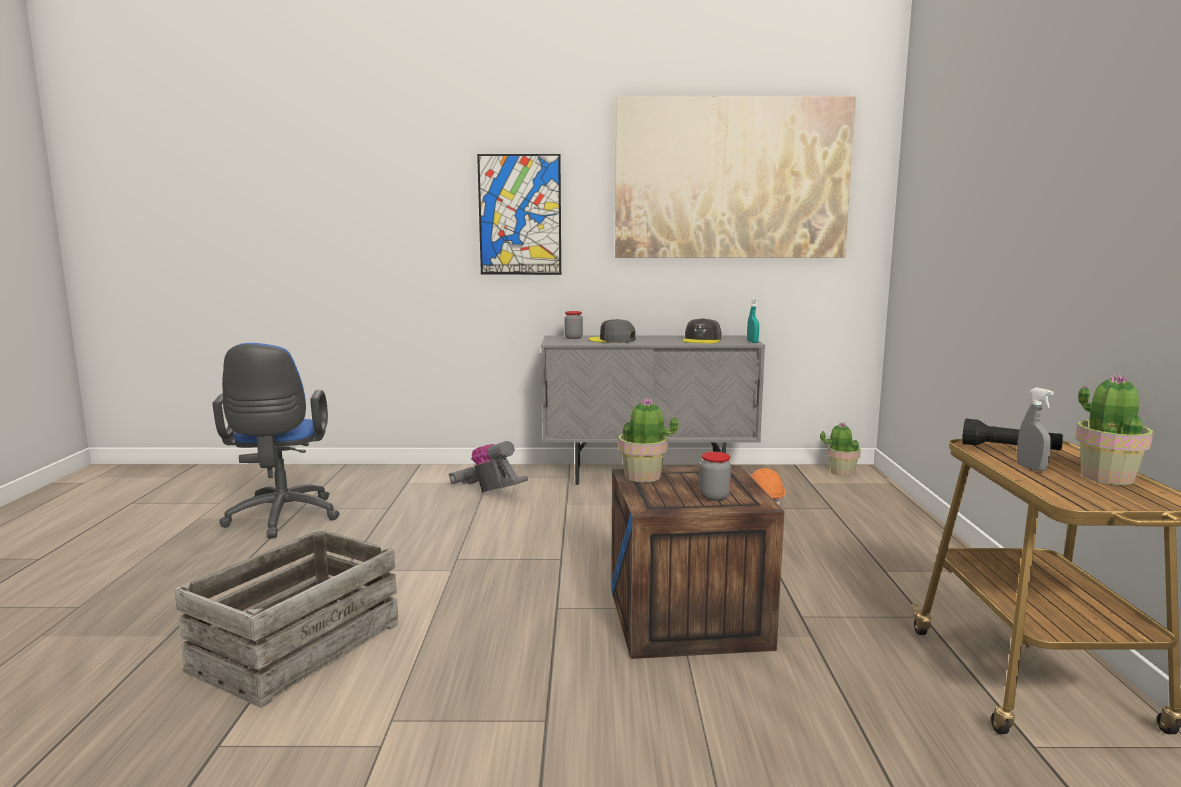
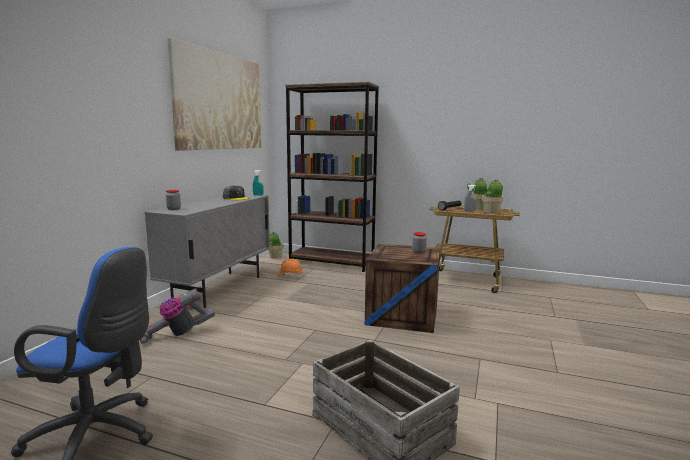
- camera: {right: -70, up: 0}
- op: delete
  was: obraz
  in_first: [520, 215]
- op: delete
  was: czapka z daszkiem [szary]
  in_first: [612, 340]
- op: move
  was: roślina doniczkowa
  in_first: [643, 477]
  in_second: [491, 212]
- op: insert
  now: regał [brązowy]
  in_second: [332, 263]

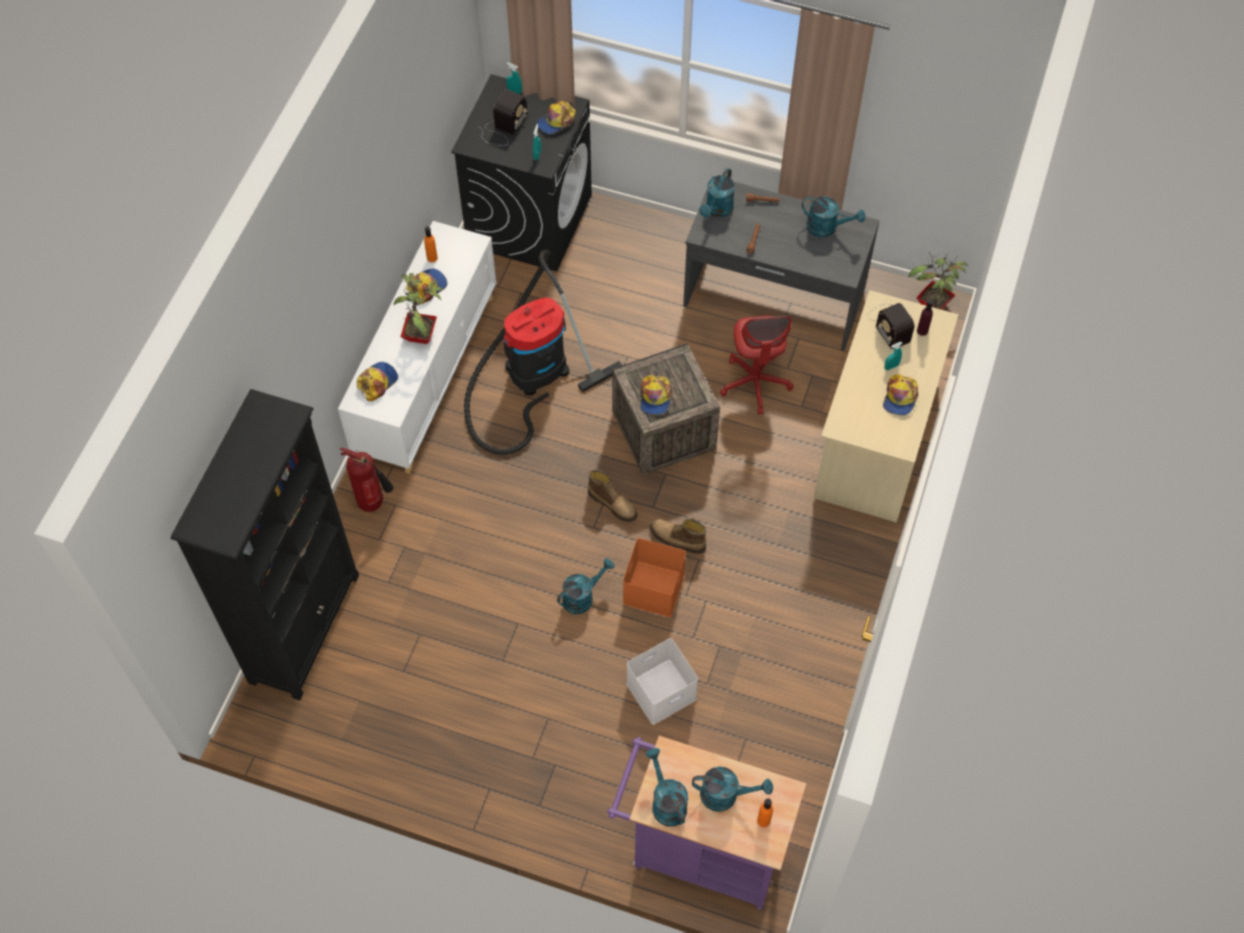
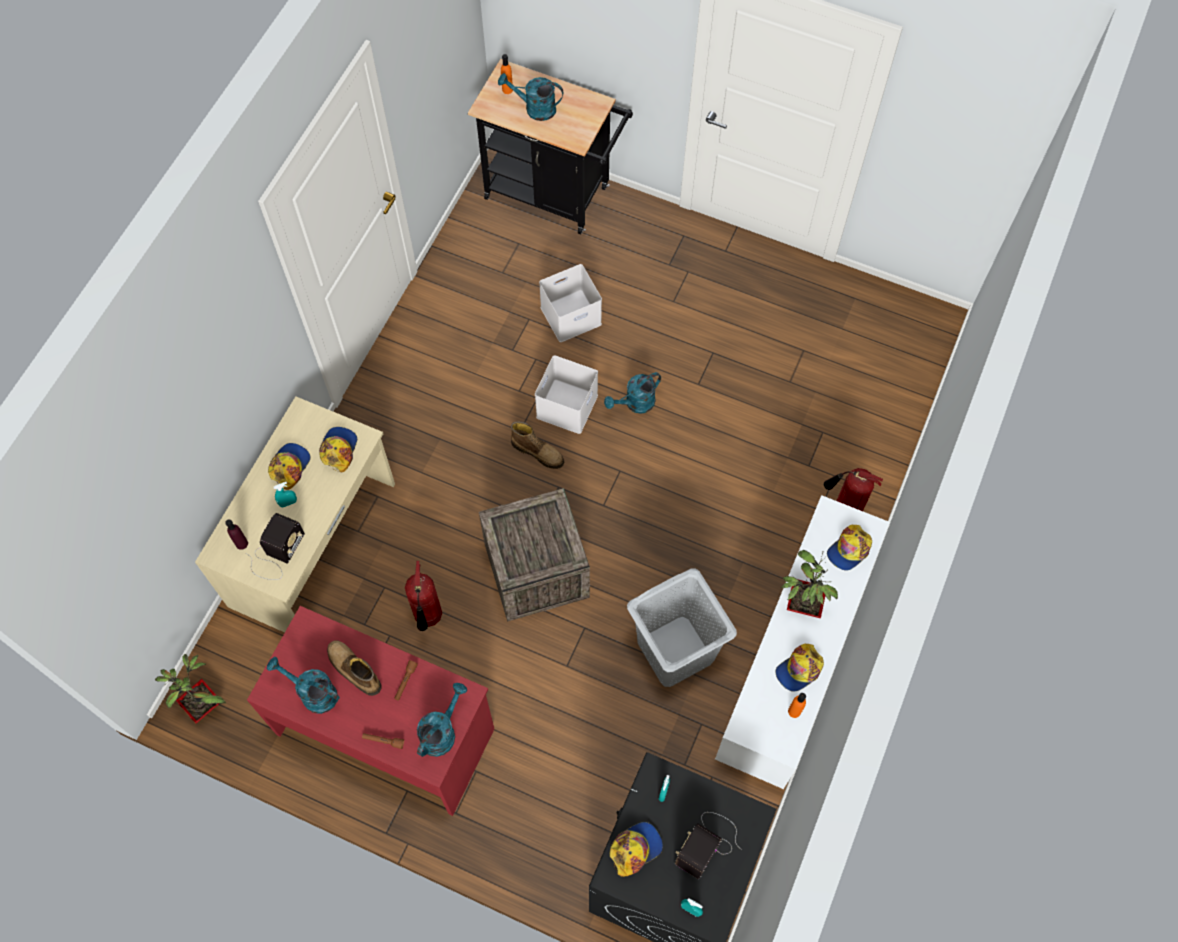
- camera: {right: -175, up: 5}
- op: delete
  was: regał [czarny]
  in_first: [305, 627]
- op: replace
  was: odkurzacz
  now: kosz na pranie [szary]
  in_first: [532, 374]
  in_second: [675, 651]
- op: move
  was: but z cholewką
  in_first: [613, 504]
  in_second: [353, 670]
- op: recolor
  was: wózek [fioletowy]
  now: wózek [czarny]
  in_first: [699, 850]
  in_second: [554, 194]
- op: recolor
  was: pojemnik do przechowywania [pomarańczowy]
  now: pojemnik do przechowywania [biały]
  in_first: [654, 590]
  in_second: [566, 405]
- op: move
  was: czapka z daszkiem
  in_first: [655, 397]
  in_second: [338, 450]
- op: delete
  was: konewka [turkusowy]
  in_first: [666, 801]
- op: recolor
  was: biurko [szary]
  now: biurko [czerwony]
  in_first: [773, 299]
  in_second: [386, 729]
- op: replace
  was: krzesło biurowe [czerwony]
  now: gaśnica
  in_first: [755, 383]
  in_second: [429, 619]
- op: rotate
  was: radio
  in_first: [889, 324]
  in_second: [276, 554]
  clockwise: 45

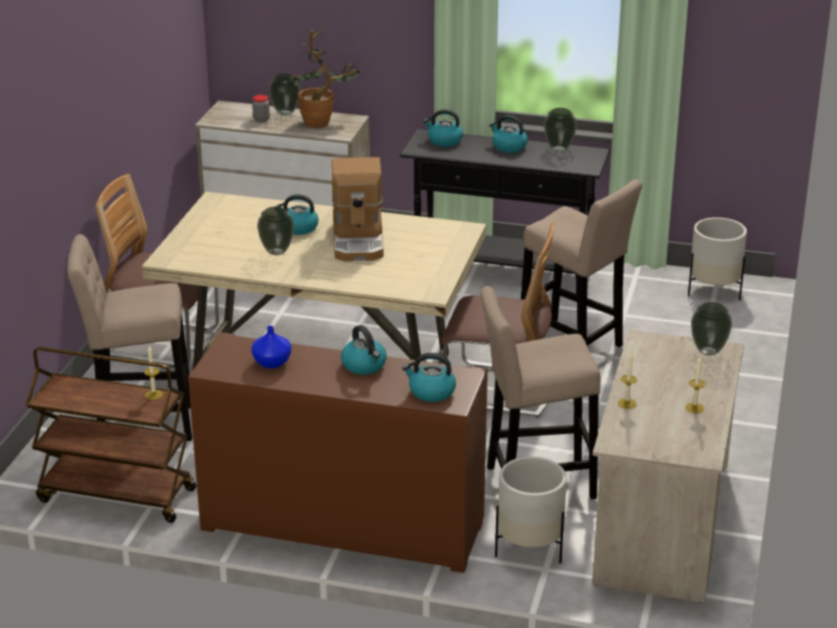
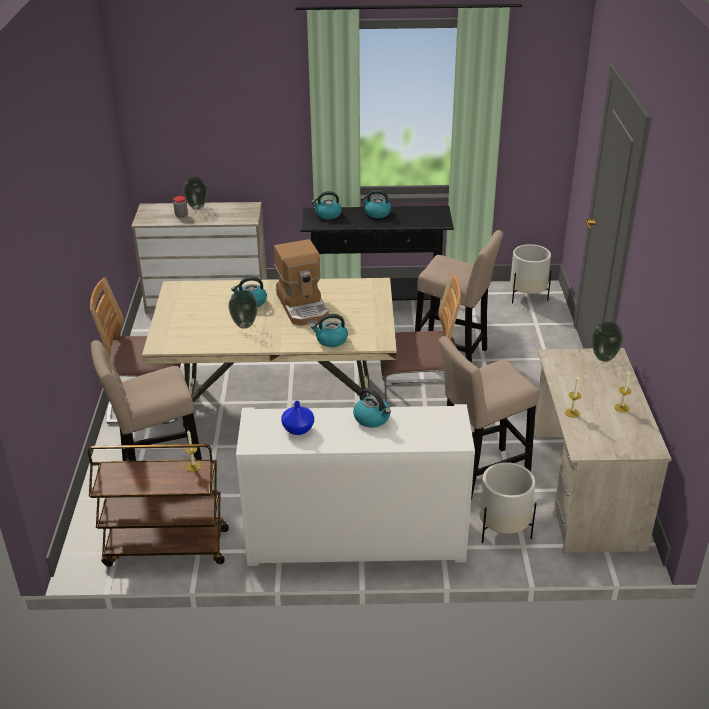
- camera: {right: -15, up: 5}
- op: recolor
  was: szafka [brązowy]
  now: szafka [biały]
  in_first: [342, 525]
  in_second: [356, 538]
- op: delete
  was: roślina doniczkowa
  in_first: [323, 123]
- op: move
  was: czajnik
  in_first: [431, 392]
  in_second: [331, 340]
- op: delete
  was: wazon
  in_first: [559, 149]

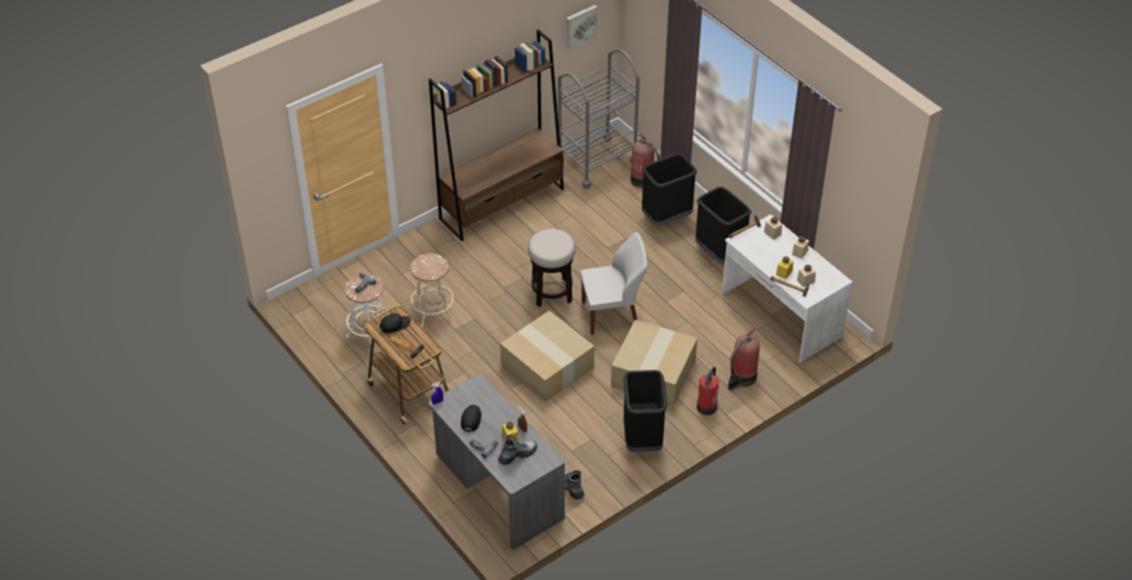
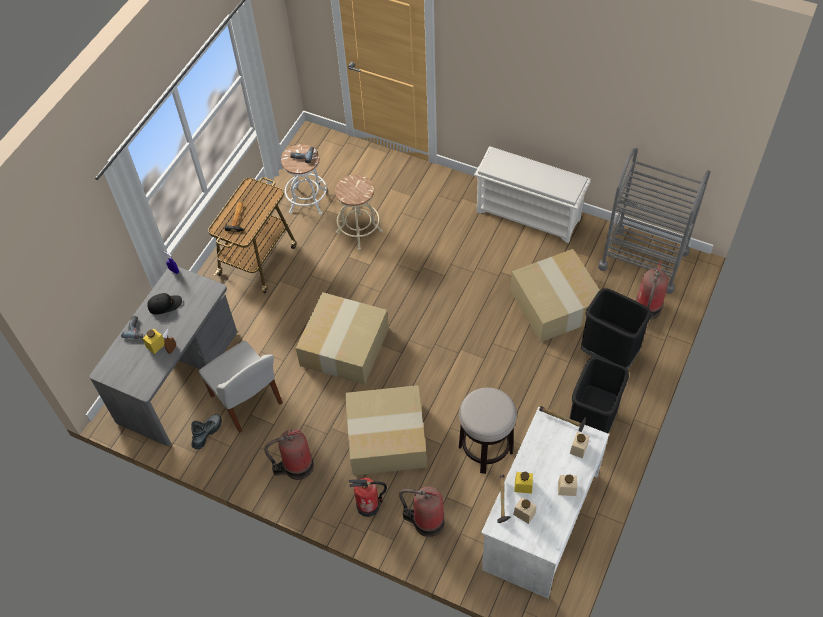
- camera: {right: 65, up: 10}
- op: delete
  was: czapka z daszkiem [czarny]
  in_first: [395, 325]
- op: replace
  was: regał [brązowy]
  now: regał na buty [biały]
  in_first: [502, 203]
  in_second: [529, 215]
- op: delete
  was: but z cholewką
  in_first: [517, 455]
- op: move
  was: stołek
  in_first: [552, 292]
  in_second: [485, 448]
- op: delete
  was: obraz
  in_first: [580, 25]
- op: move
  was: krzesło [biały]
  in_first: [612, 315]
  in_second: [247, 401]
- op: replace
  was: kosz na śmieci [czarny]
  now: gaśnica
  in_first: [643, 439]
  in_second: [296, 467]
- op: insert
  now: karton
  in_second: [557, 304]

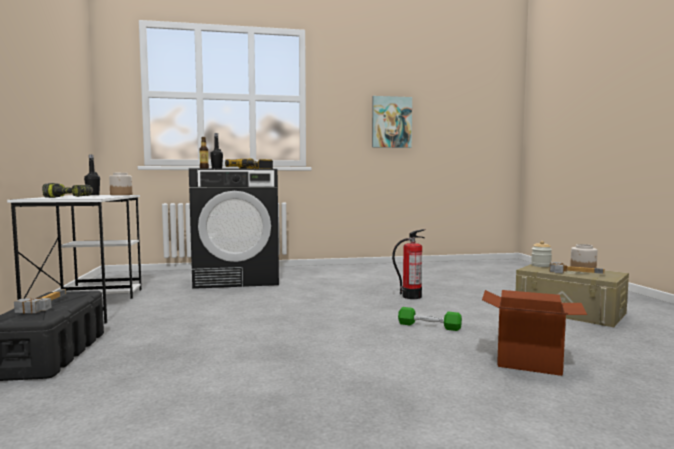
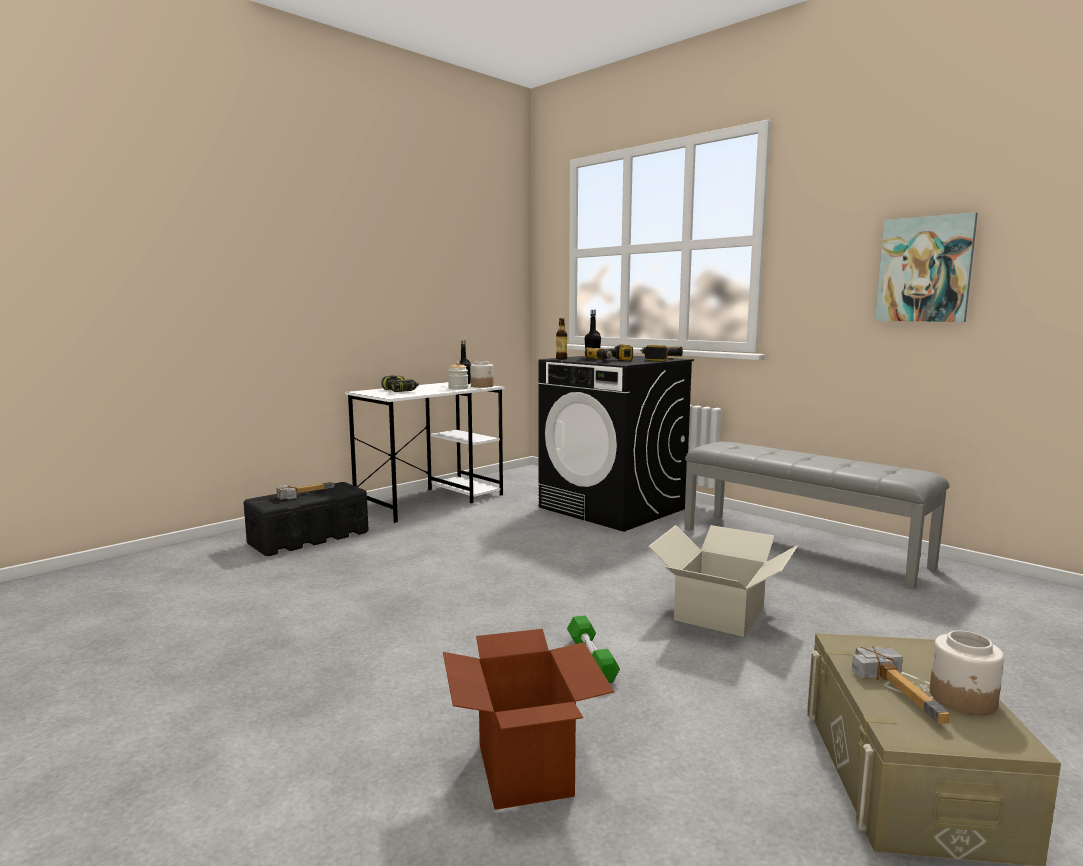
- camera: {right: 55, up: 5}
- op: replace
  was: gaśnica
  now: karton
  in_first: [411, 296]
  in_second: [720, 613]
- op: move
  was: słoik
  in_first: [541, 265]
  in_second: [458, 388]
- op: insert
  now: ławka [szary]
  in_second: [801, 547]

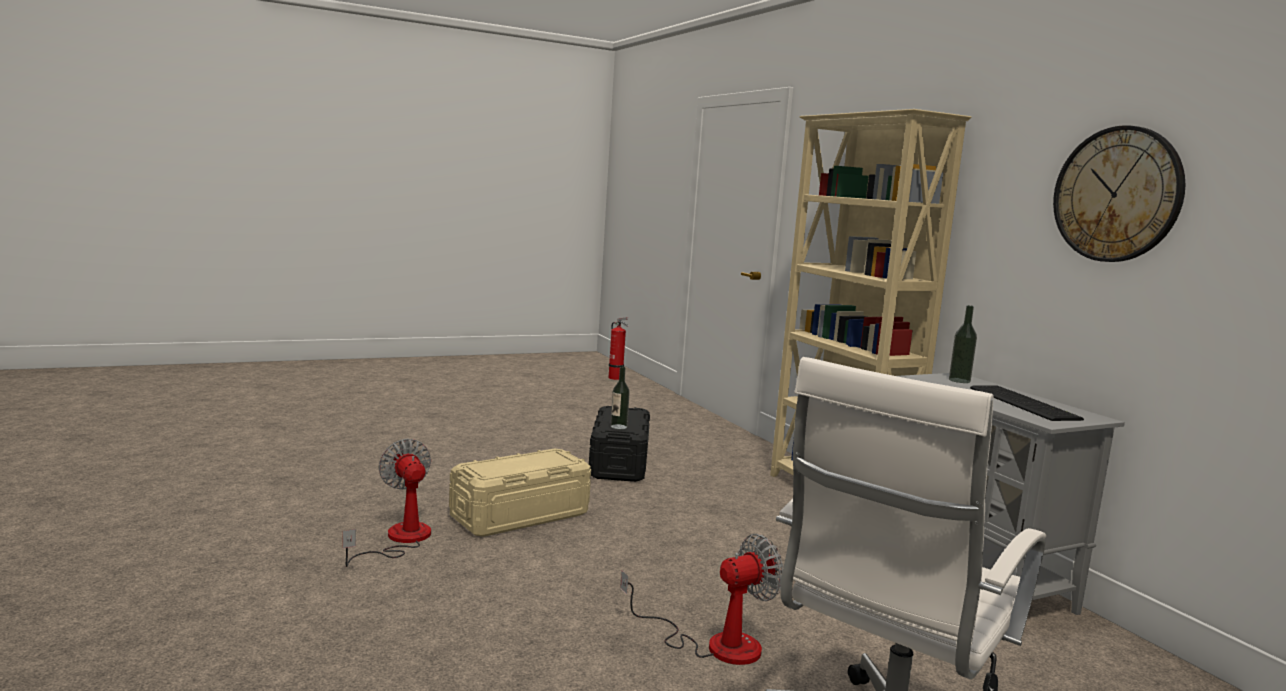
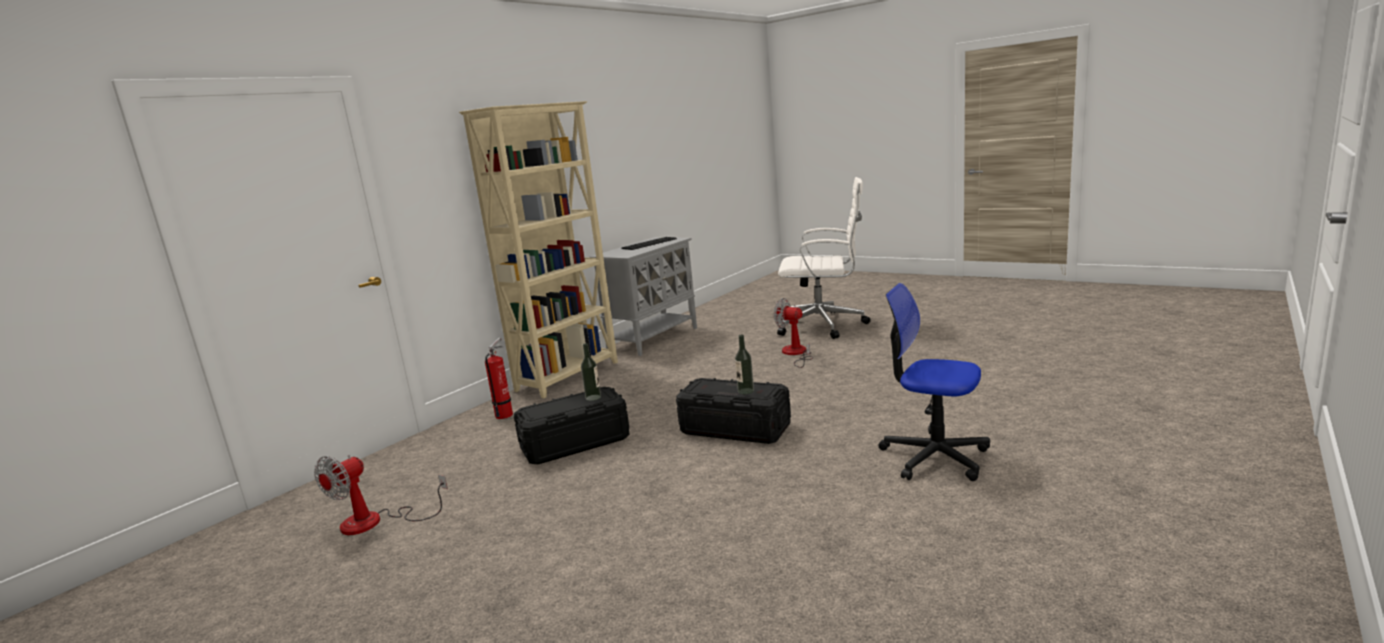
- camera: {right: -115, up: 5}
- op: move
  was: wentylator
  in_first: [399, 540]
  in_second: [375, 522]
- op: recolor
  was: pojemnik do przechowywania [beżowy]
  now: pojemnik do przechowywania [czarny]
  in_first: [520, 515]
  in_second: [735, 429]
- op: move
  was: gaśnica
  in_first: [616, 378]
  in_second: [505, 414]
- op: move
  was: butelka
  in_first: [959, 380]
  in_second: [745, 391]
- op: delete
  was: zegar ścienny
  in_first: [1117, 194]
- op: insert
  now: krzesło biurowe
  in_second: [934, 457]

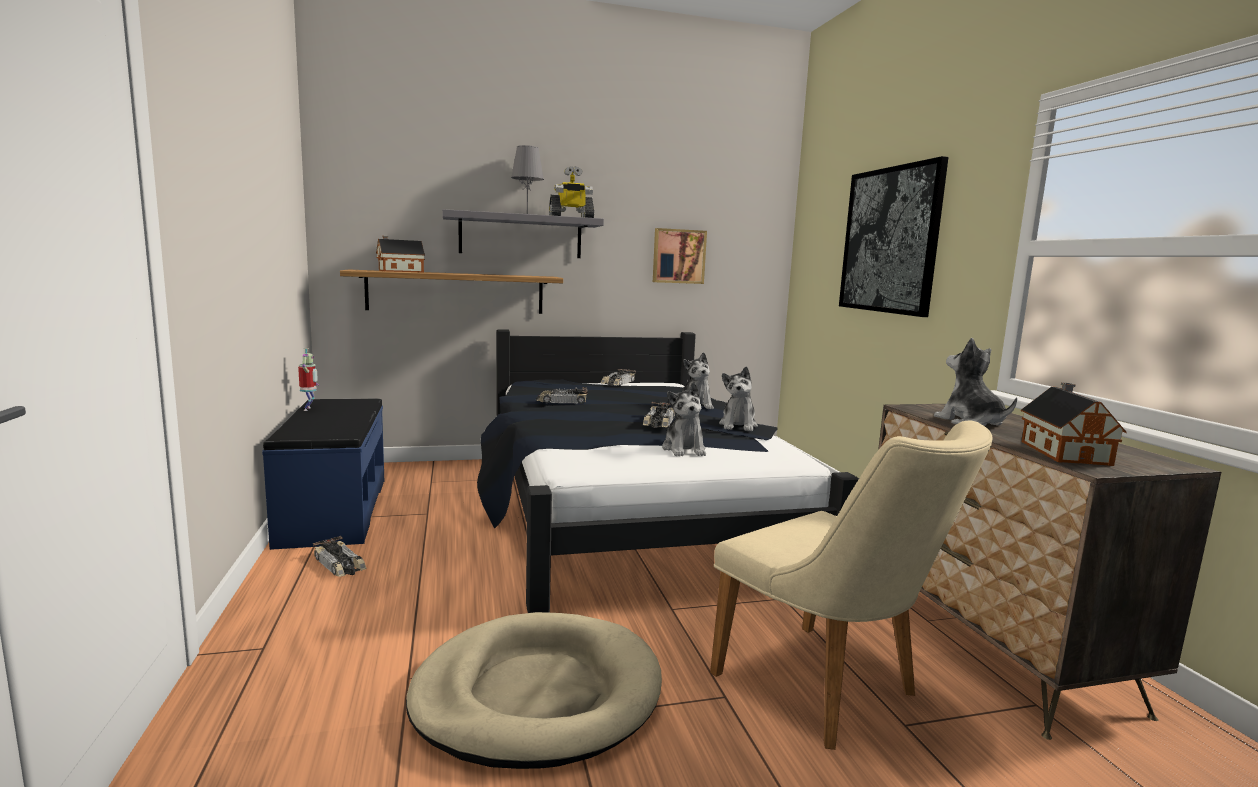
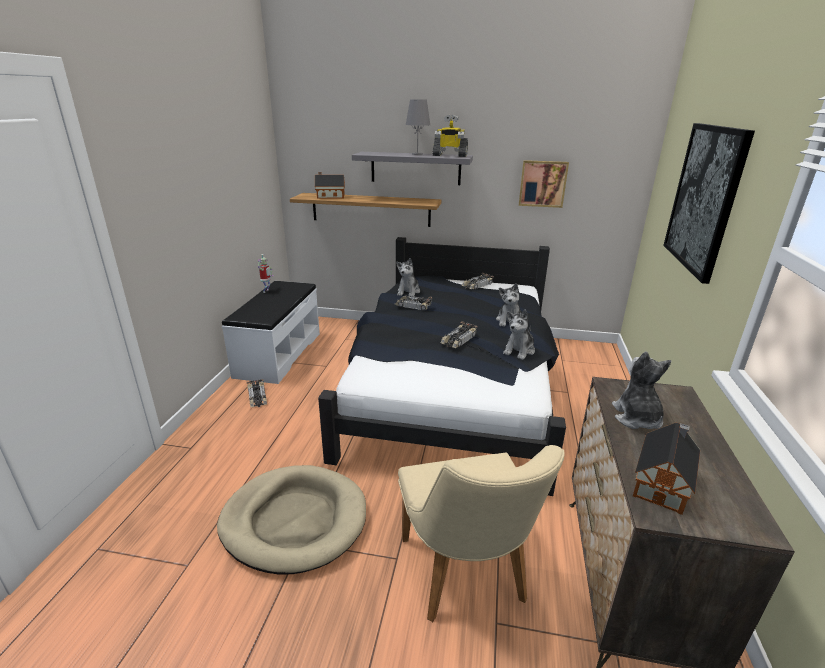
- camera: {right: 25, up: 15}
- op: recolor
  was: ławka [niebieski]
  now: ławka [biały]
  in_first: [333, 510]
  in_second: [278, 354]
- op: move
  was: pluszak
  in_first: [684, 449]
  in_second: [408, 292]

